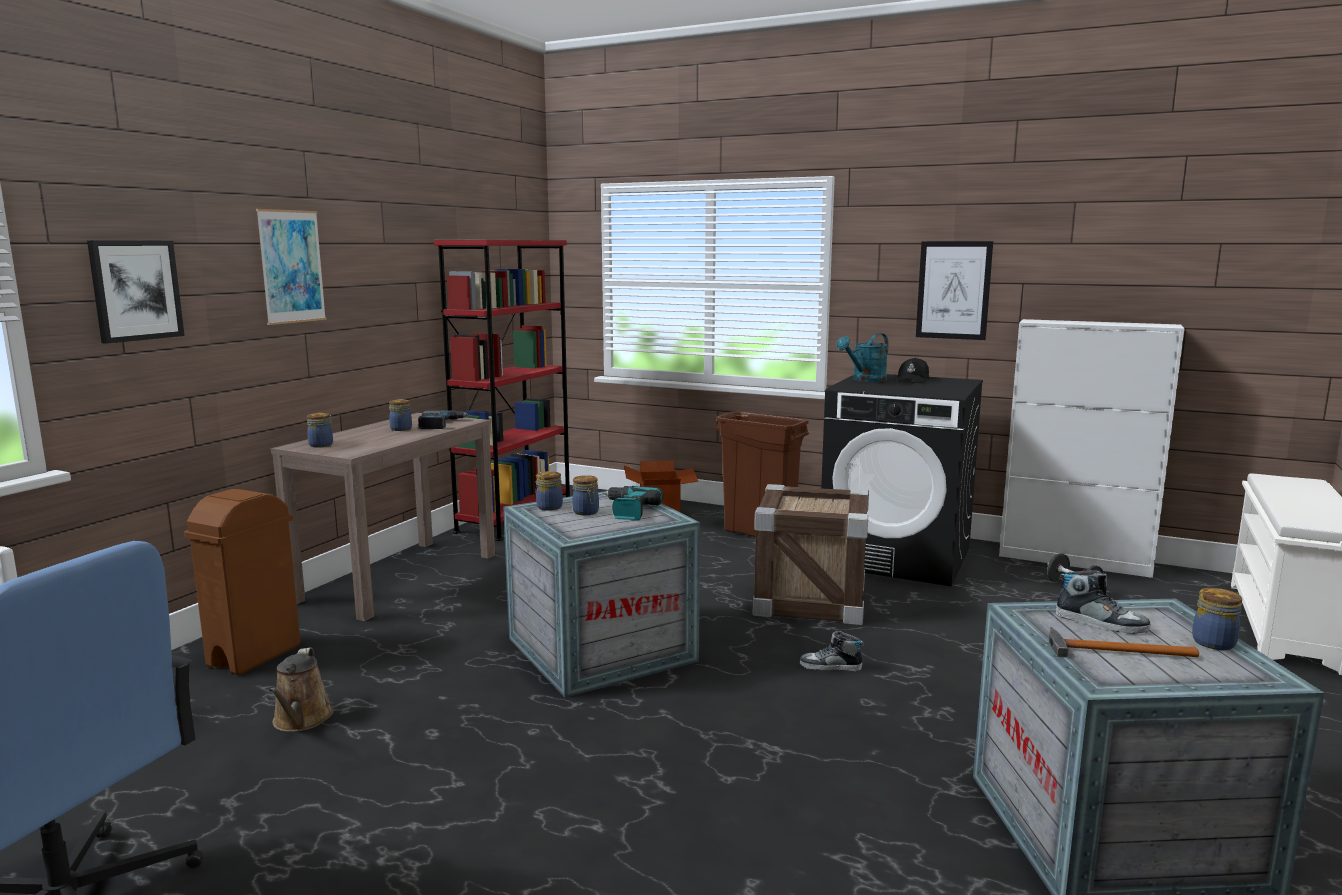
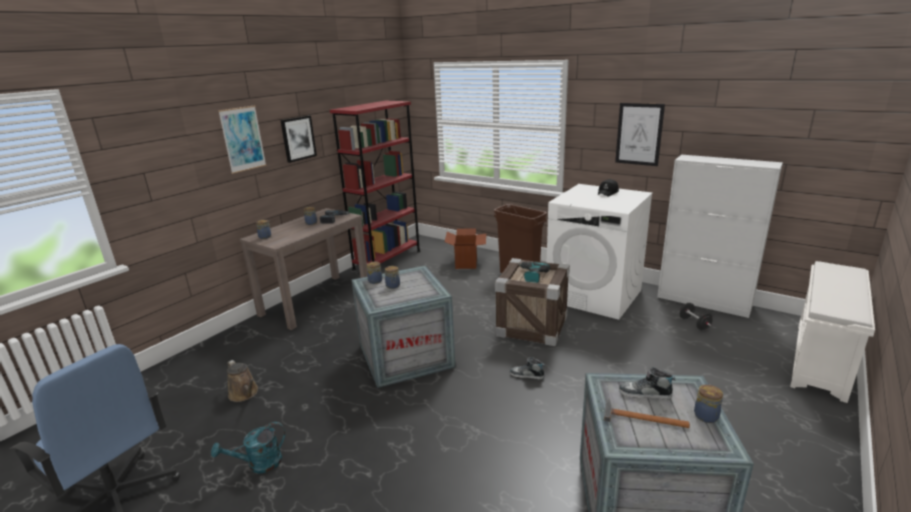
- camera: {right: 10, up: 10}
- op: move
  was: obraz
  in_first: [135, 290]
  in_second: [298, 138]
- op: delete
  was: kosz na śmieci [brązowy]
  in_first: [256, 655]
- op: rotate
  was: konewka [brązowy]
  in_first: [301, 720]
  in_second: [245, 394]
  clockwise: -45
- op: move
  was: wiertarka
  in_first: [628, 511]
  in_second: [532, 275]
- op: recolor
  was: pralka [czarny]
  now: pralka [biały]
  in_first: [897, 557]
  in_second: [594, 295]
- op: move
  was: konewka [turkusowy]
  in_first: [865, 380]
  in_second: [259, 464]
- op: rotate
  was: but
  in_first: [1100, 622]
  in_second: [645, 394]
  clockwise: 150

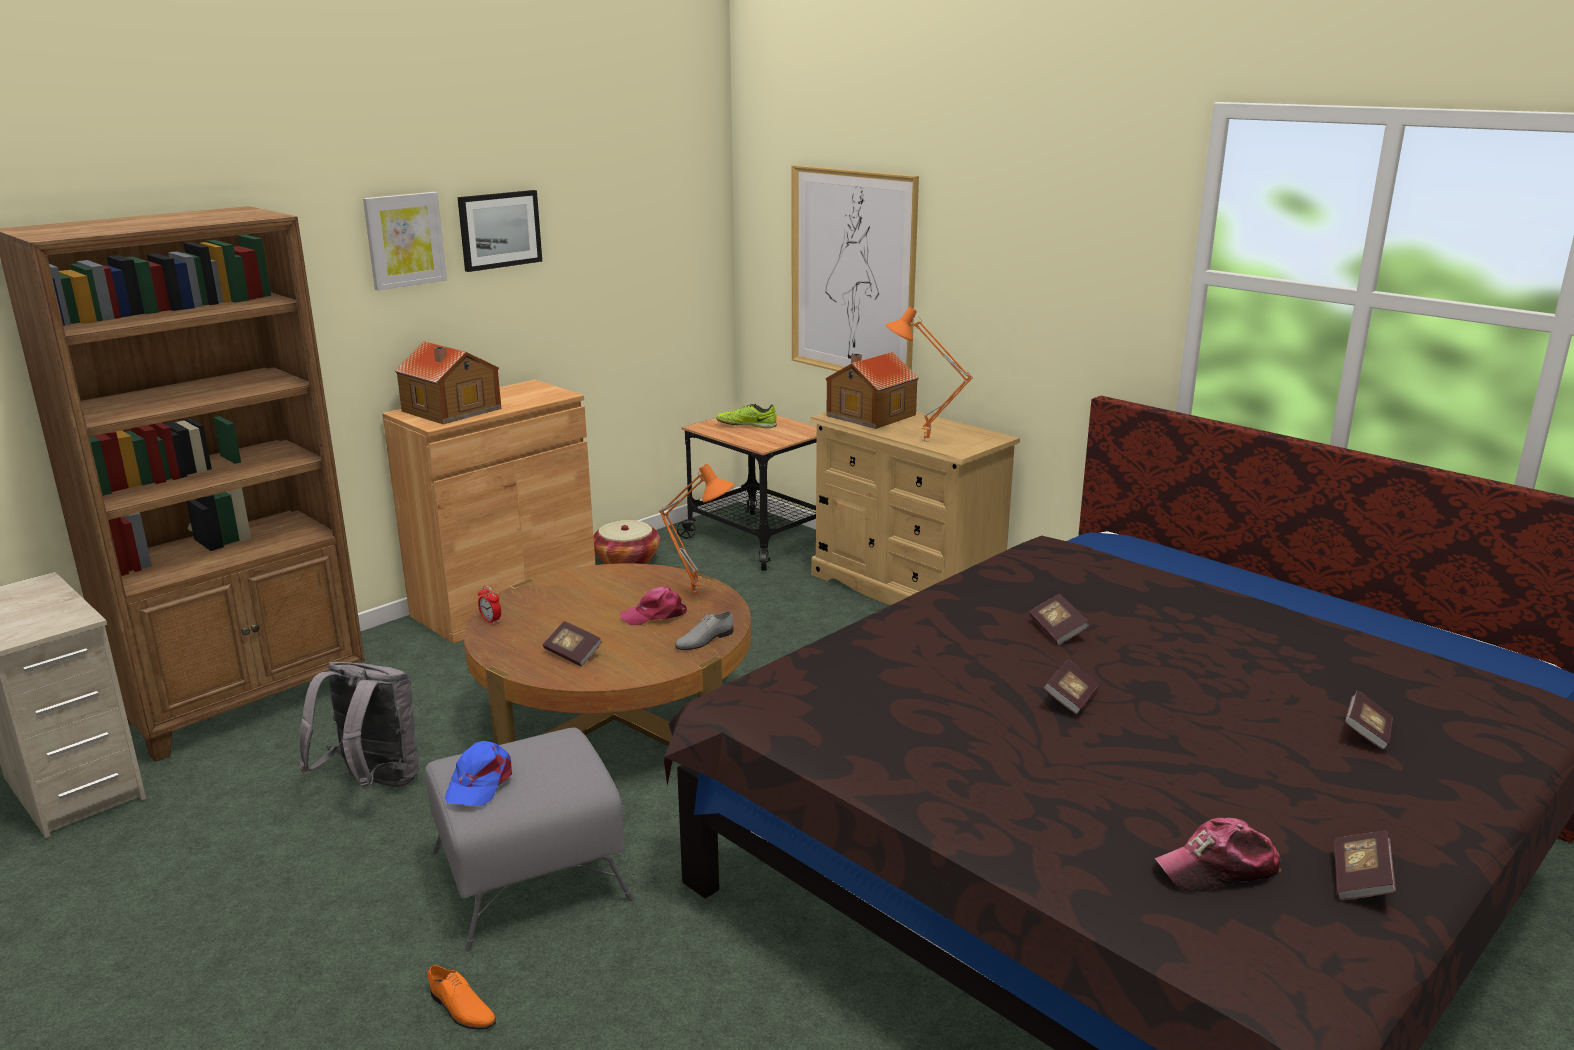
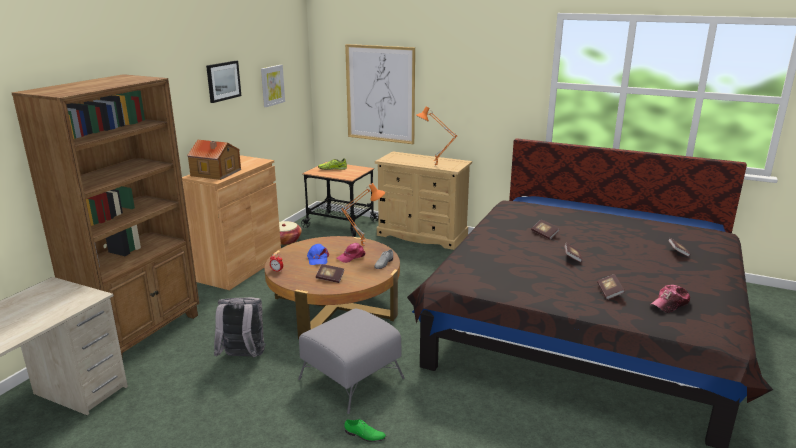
- camera: {right: -20, up: 0}
- op: move
  was: obraz
  in_first: [404, 240]
  in_second: [272, 85]
- op: recolor
  was: but [pomarańczowy]
  now: but [zielony]
  in_first: [460, 1008]
  in_second: [364, 435]
- op: move
  was: czapka z daszkiem [niebieski]
  in_first: [479, 782]
  in_second: [318, 259]
- op: delete
  was: domek
  in_first: [869, 415]
- op: move
  was: książka
  in_first: [1360, 880]
  in_second: [609, 292]

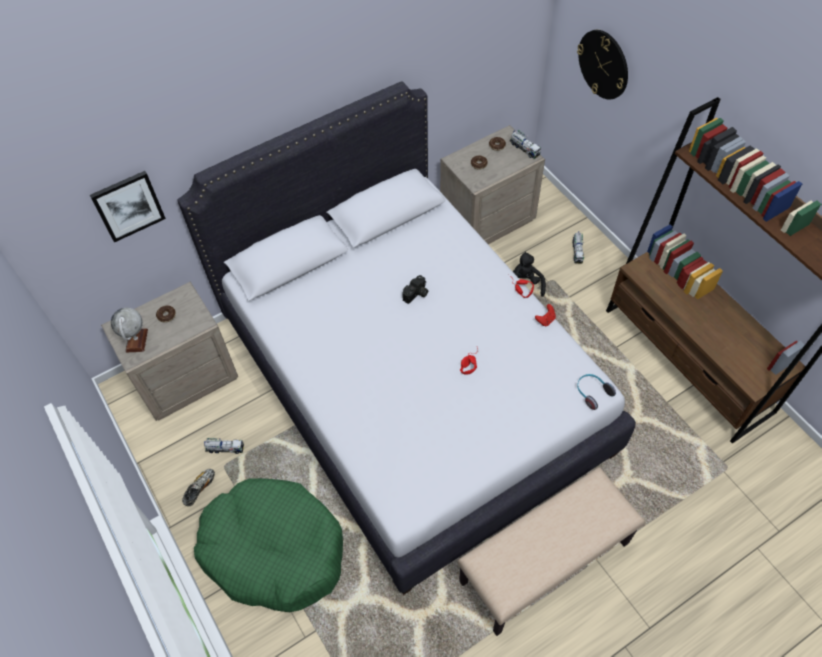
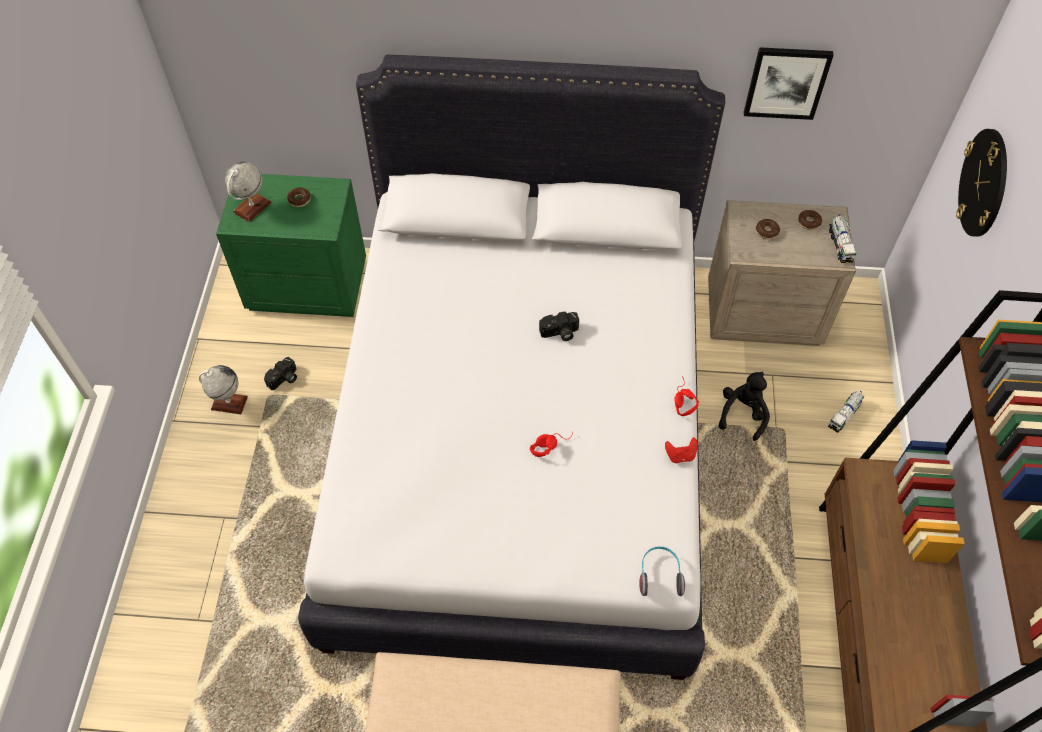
- camera: {right: 35, up: 0}
- op: move
  was: obraz
  in_first: [128, 205]
  in_second: [786, 82]
- op: recolor
  was: szafka nocna [beżowy]
  now: szafka nocna [zielony]
  in_first: [186, 378]
  in_second: [308, 285]
- op: replace
  was: but
  now: globus
  in_first: [199, 489]
  in_second: [229, 403]
- op: delete
  was: legowisko [zielony]
  in_first: [274, 550]
- op: replace
  was: ciężarówka zabawkowa
  now: aparat fotograficzny
  in_first: [225, 448]
  in_second: [284, 379]

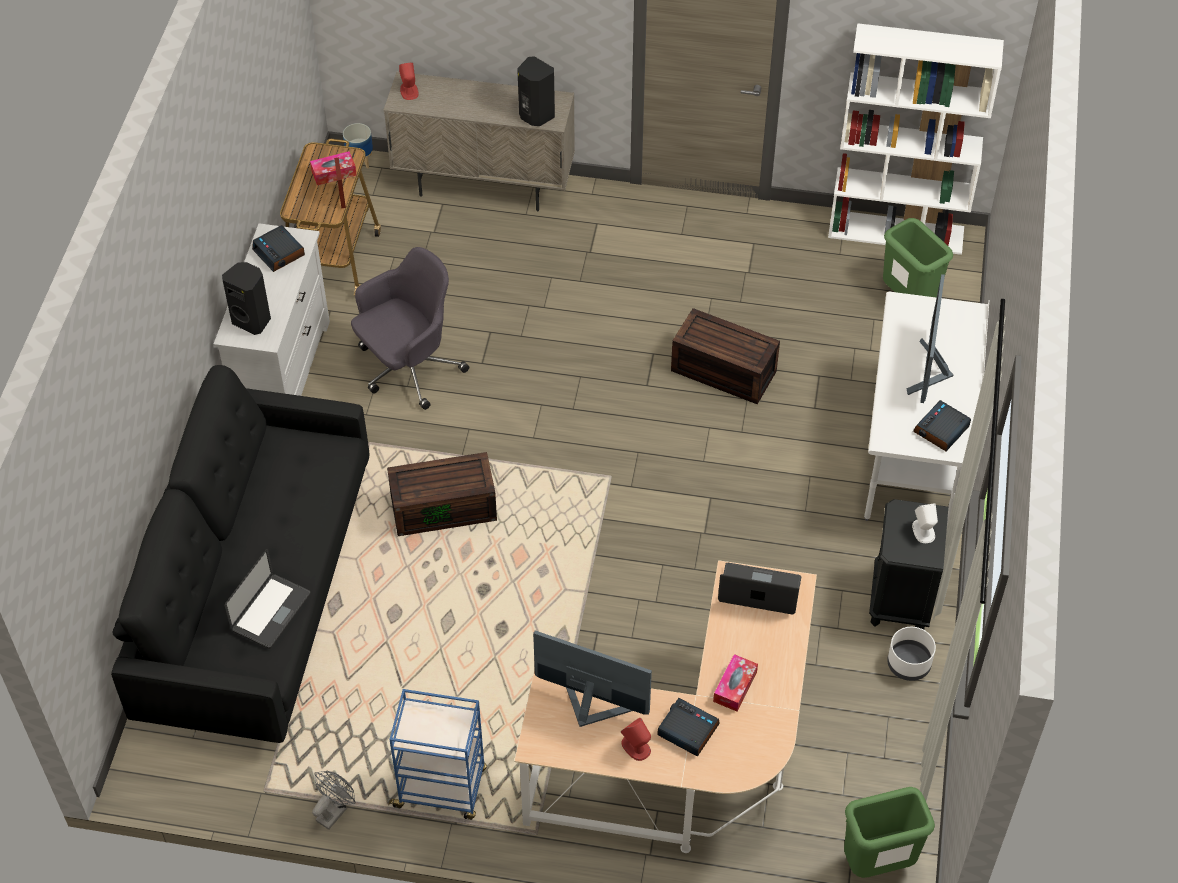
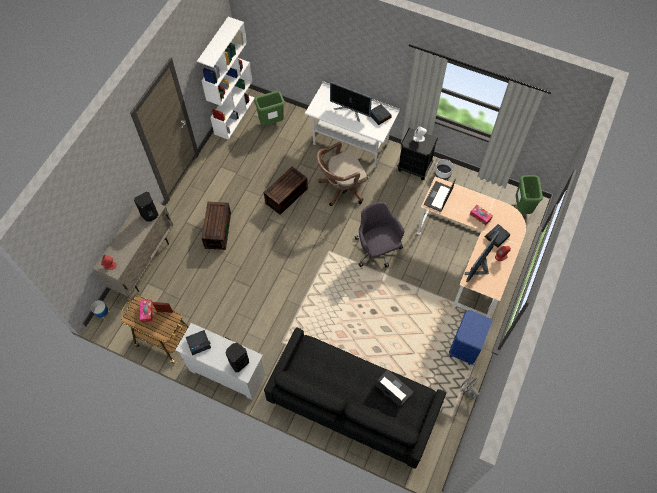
- camera: {right: -75, up: 10}
- op: move
  was: krzesło biurowe [szary]
  in_first: [408, 368]
  in_second: [377, 250]
- op: move
  was: pojemnik do przechowywania [brązowy]
  in_first: [445, 507]
  in_second: [217, 230]
- op: replace
  was: wózek [niebieski]
  now: szafka nocna [niebieski]
  in_first: [441, 788]
  in_second: [465, 347]
- op: insert
  now: krzesło biurowe [brązowy]
  in_second: [341, 188]

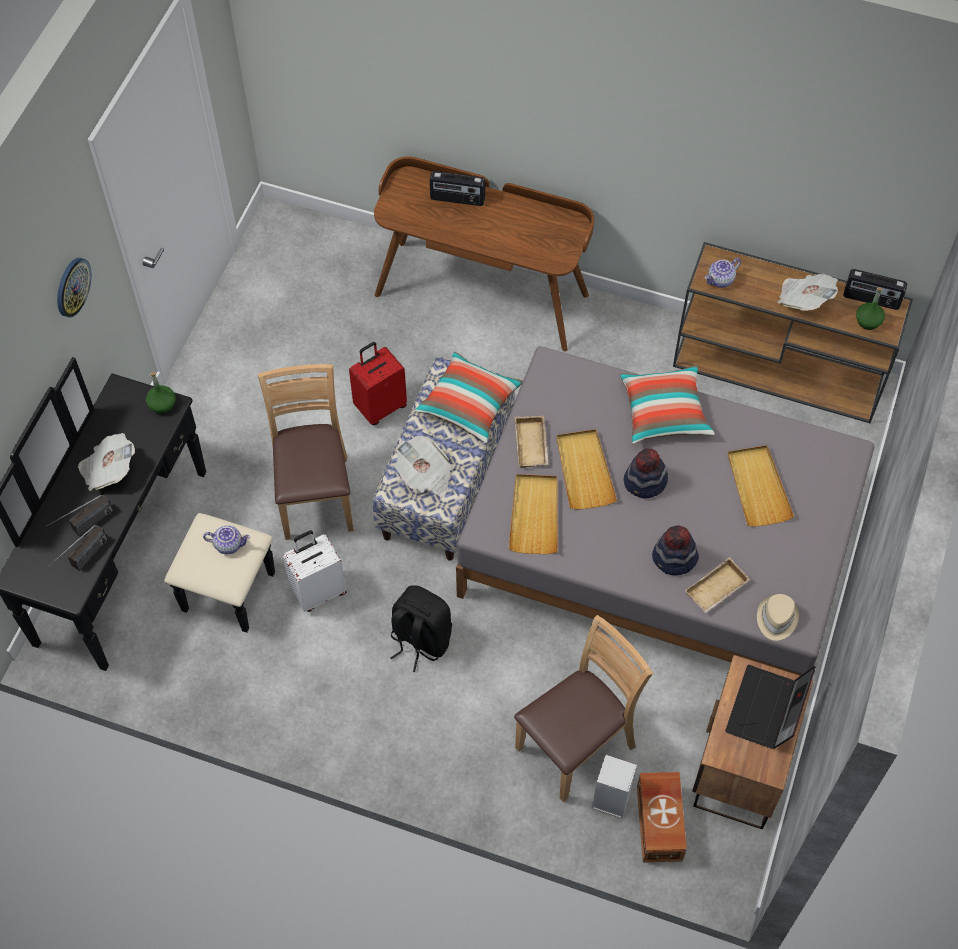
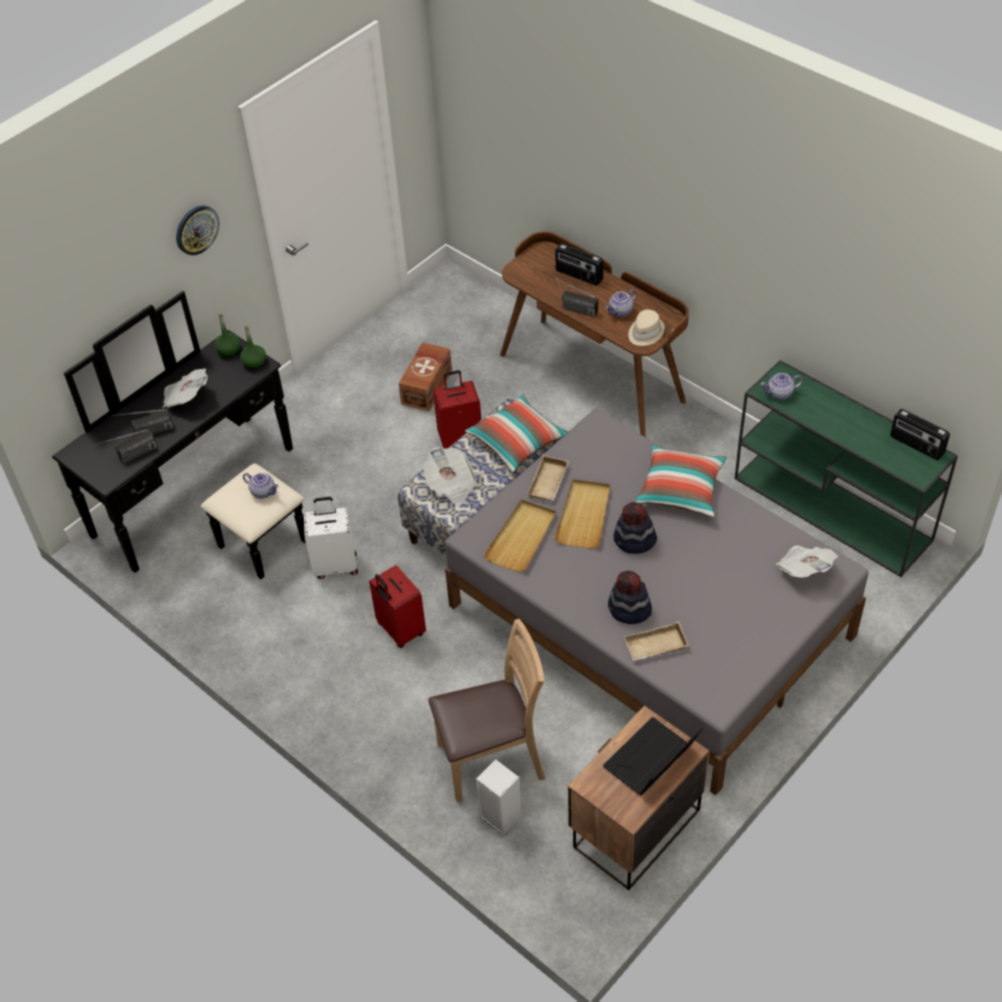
- camera: {right: 25, up: -10}
- op: delete
  was: krzesło [brązowy]
  in_first: [315, 496]
- op: replace
  was: plecak [czarny]
  now: walizka [czerwony]
  in_first: [419, 640]
  in_second: [400, 630]
- op: move
  was: pojemnik do przechowywania [brązowy]
  in_first: [660, 822]
  in_second: [428, 386]
- op: recolor
  was: stolik konsolowy [brązowy]
  now: stolik konsolowy [zielony]
  in_first: [780, 371]
  in_second: [834, 510]
- op: delete
  was: taca [beżowy]
  in_first: [757, 487]
- op: move
  was: kapelusz [beżowy]
  in_first: [776, 618]
  in_second: [645, 332]
- op: move
  was: gazeta
  in_first: [804, 299]
  in_second: [804, 569]
- op: move
  was: butelka [zielony]
  in_first: [868, 321]
  in_second: [229, 350]
- op: insert
  now: radio
  in_second: [571, 308]
- op: insert
  now: imbryk
  in_second: [621, 312]

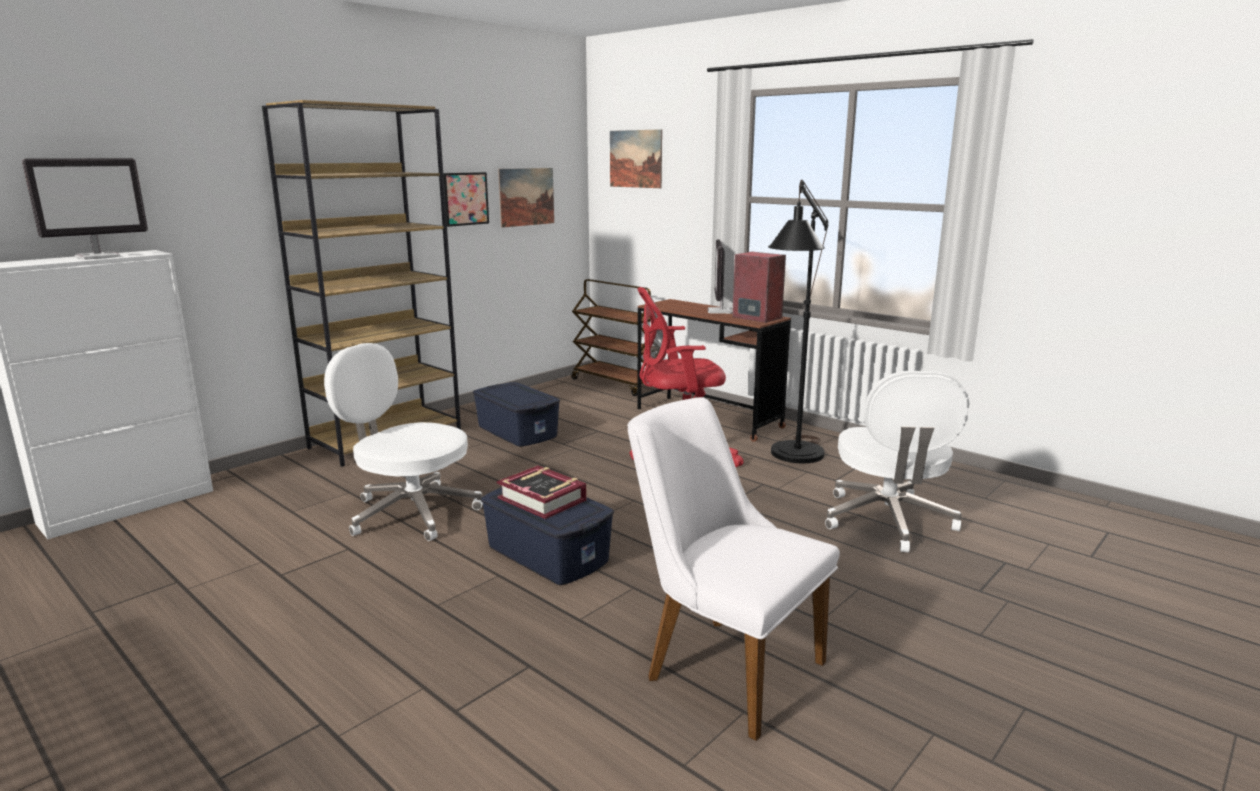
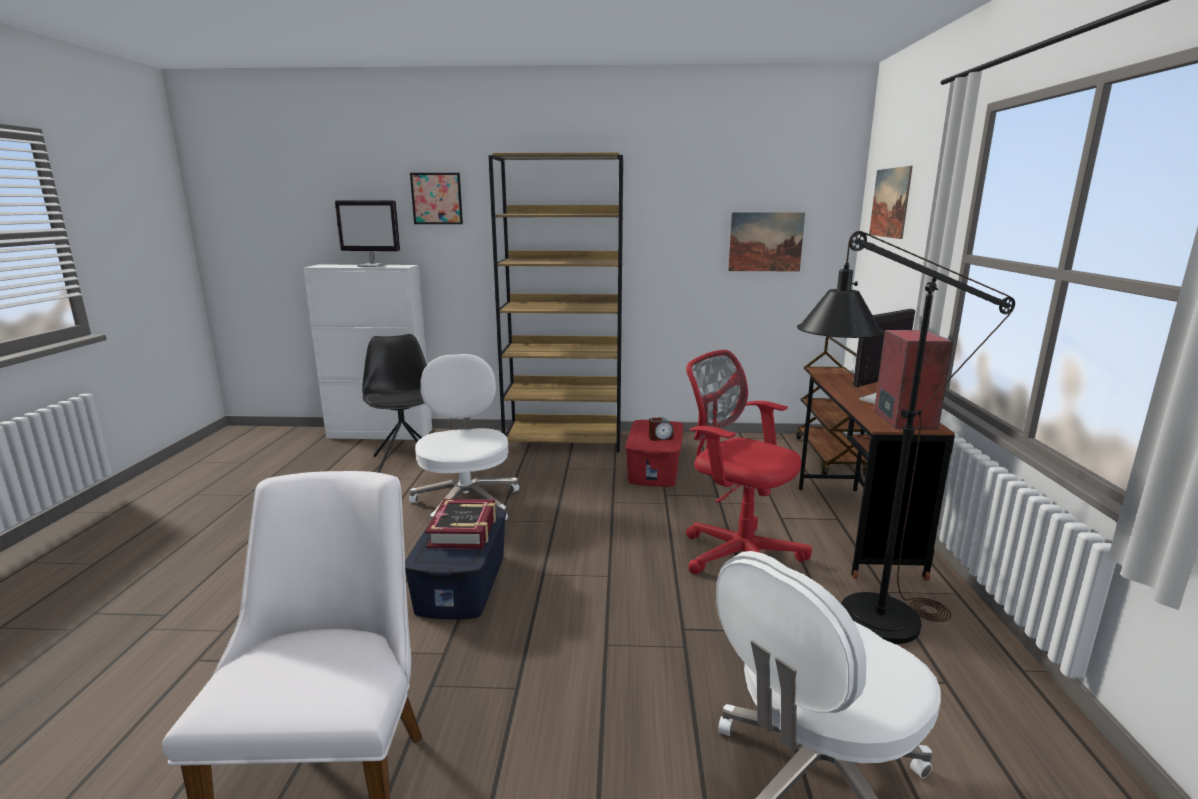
- camera: {right: 50, up: 0}
- op: move
  was: obraz
  in_first: [465, 199]
  in_second: [436, 198]
- op: recolor
  was: pojemnik do przechowywania [niebieski]
  now: pojemnik do przechowywania [czerwony]
  in_first: [517, 431]
  in_second: [655, 469]
- op: insert
  now: krzesło [czarny]
  in_second: [406, 462]
- op: insert
  now: budzik
  in_second: [660, 438]

